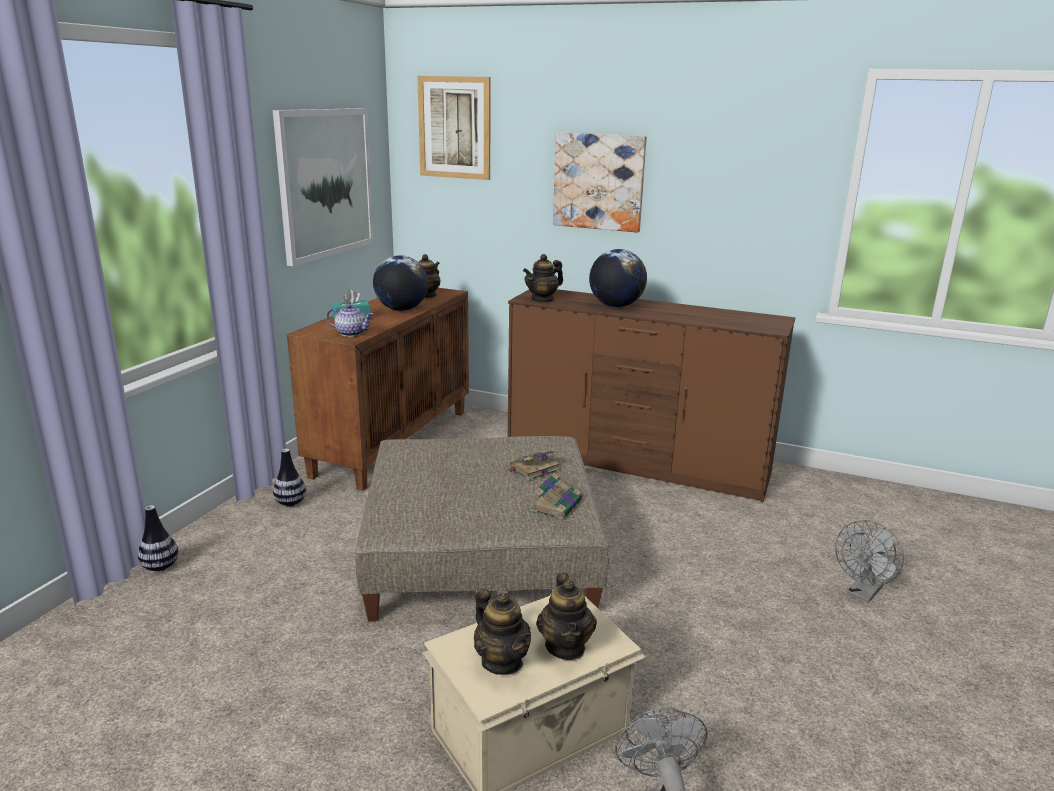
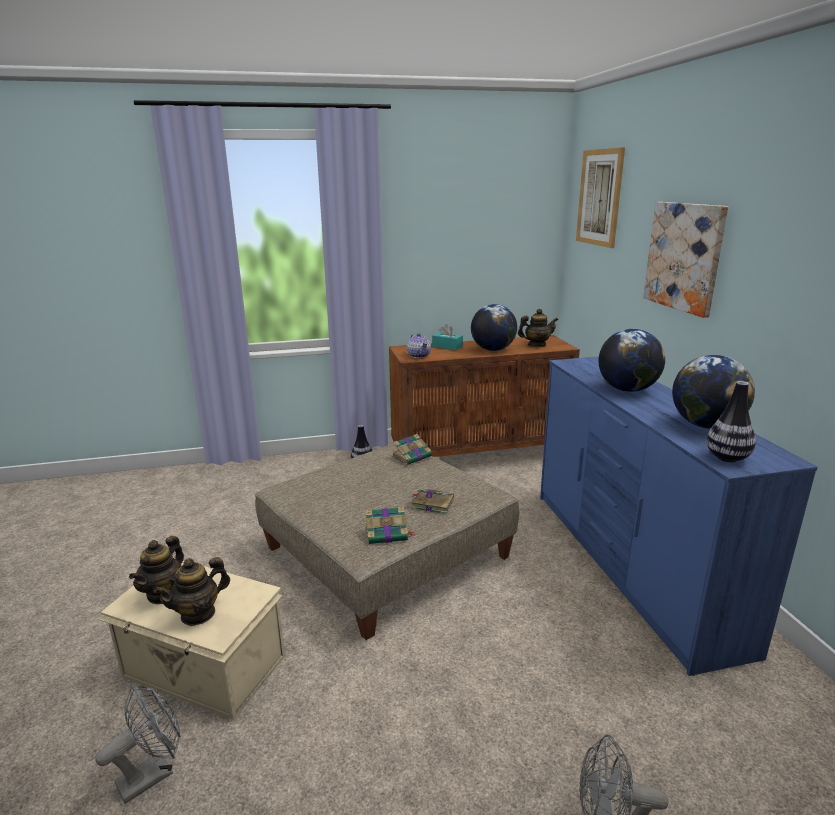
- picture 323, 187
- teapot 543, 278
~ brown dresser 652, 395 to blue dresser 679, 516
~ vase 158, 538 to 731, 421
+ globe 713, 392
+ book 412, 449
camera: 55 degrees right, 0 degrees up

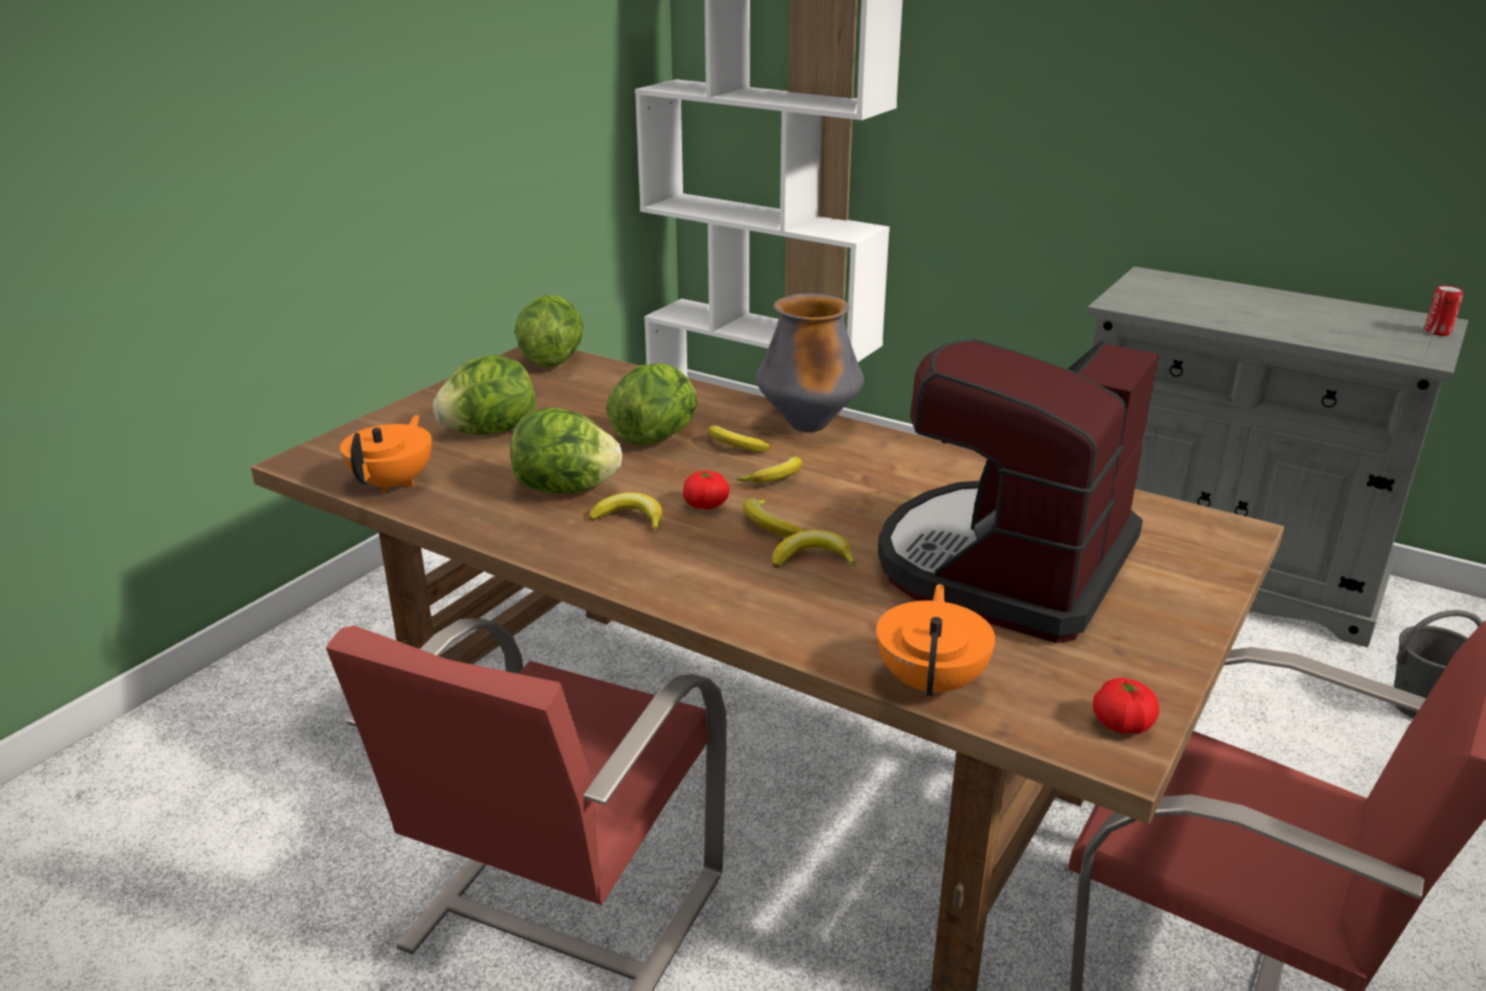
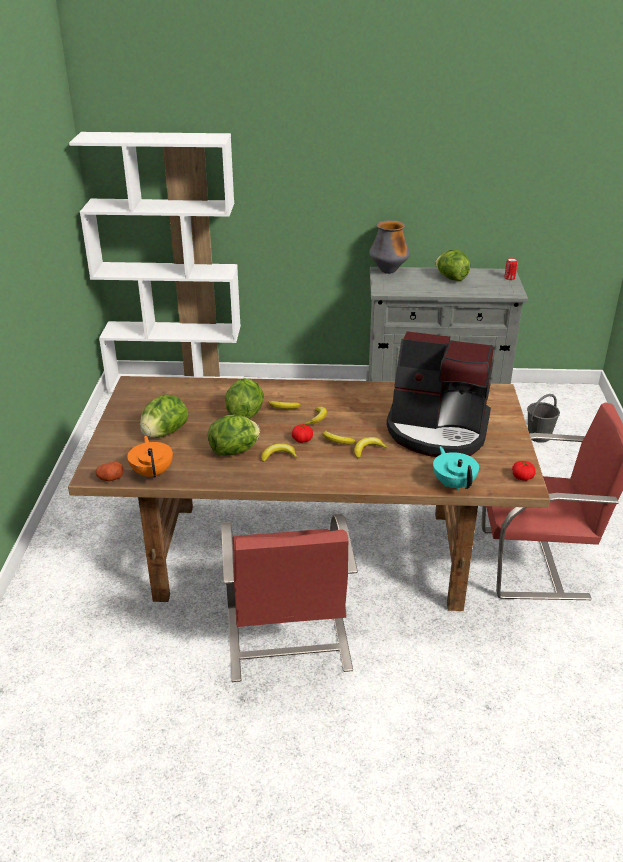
~ vase 810, 362 to 389, 247
~ lettuce 549, 331 to 453, 265
~ coffee machine 1018, 491 = 440, 394 75 degrees counterclockwise
~ orange teapot 935, 642 to turquoise teapot 456, 468
+ potato 109, 471
camera: 30 degrees left, 5 degrees up

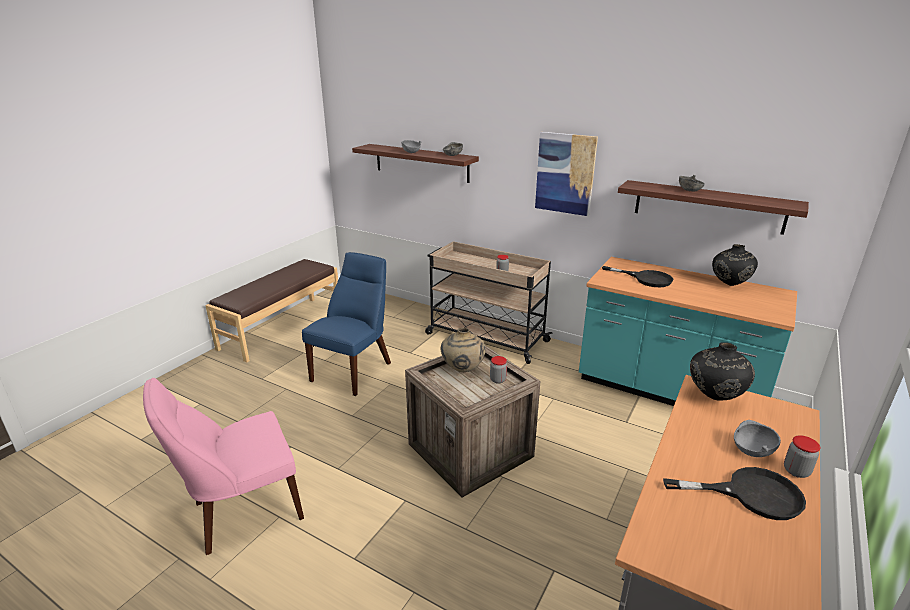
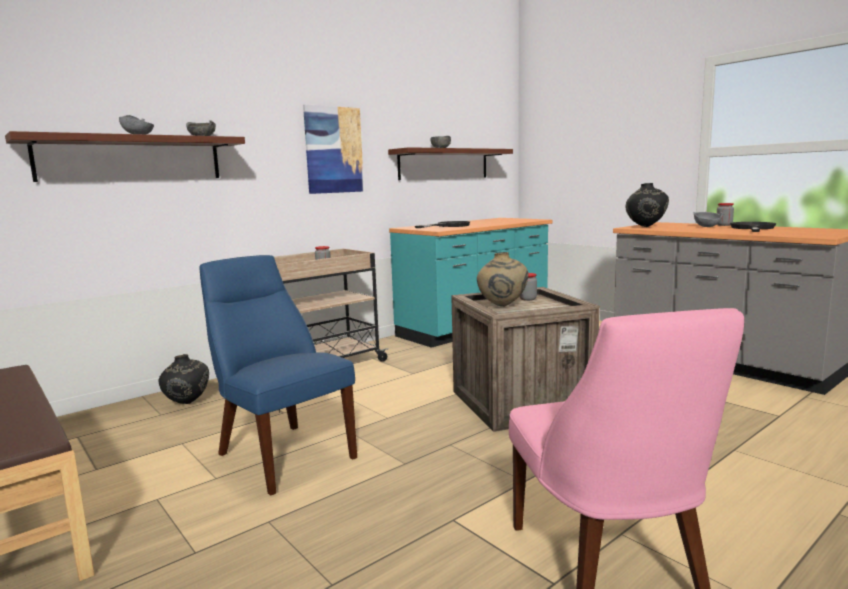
~ black vase 735, 265 to 183, 379
camera: 70 degrees left, 15 degrees down

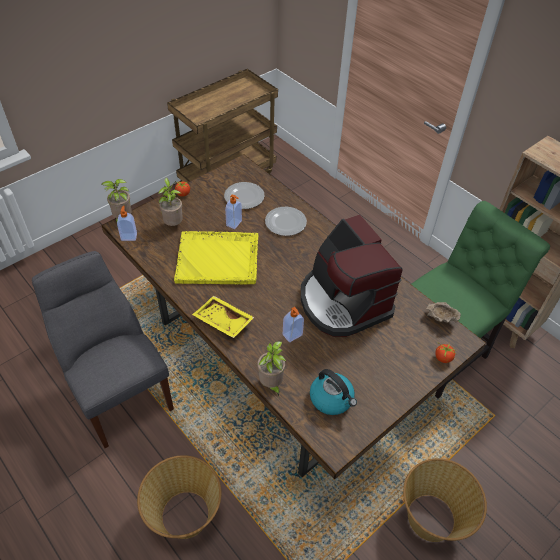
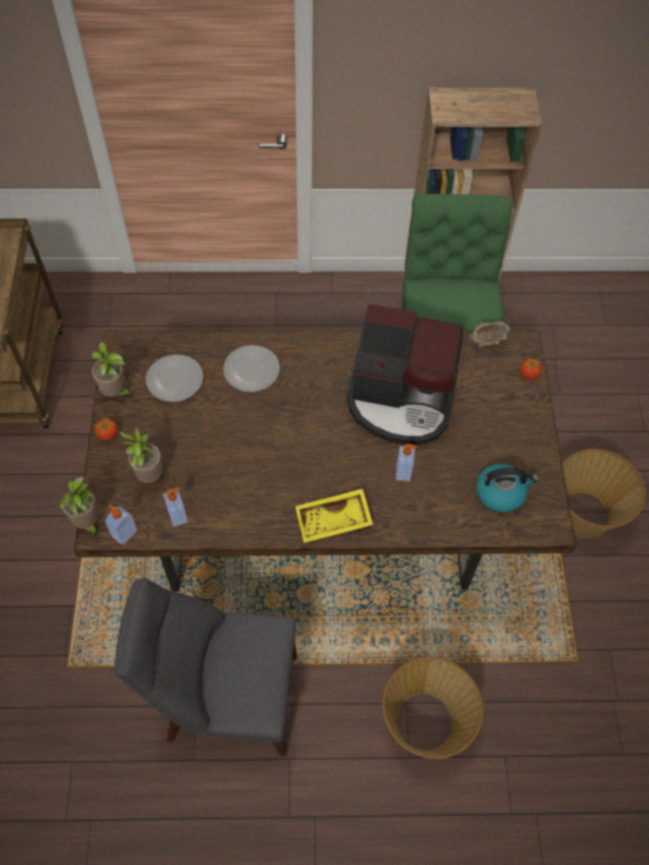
~ soap dispenser 233, 212 to 175, 507
- yellow tray 216, 258
~ potted plant 272, 369 to 112, 369
camera: 50 degrees left, 10 degrees up

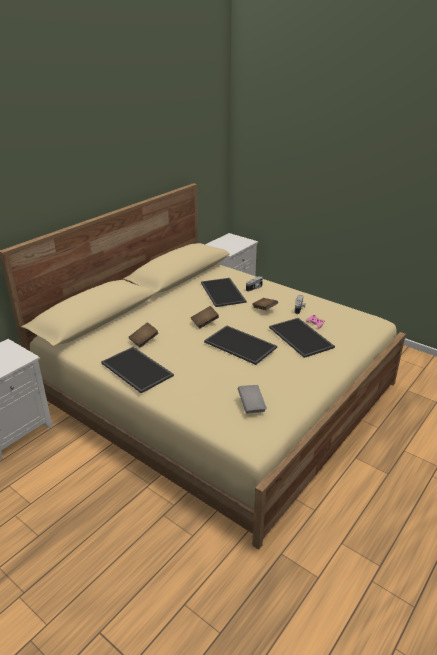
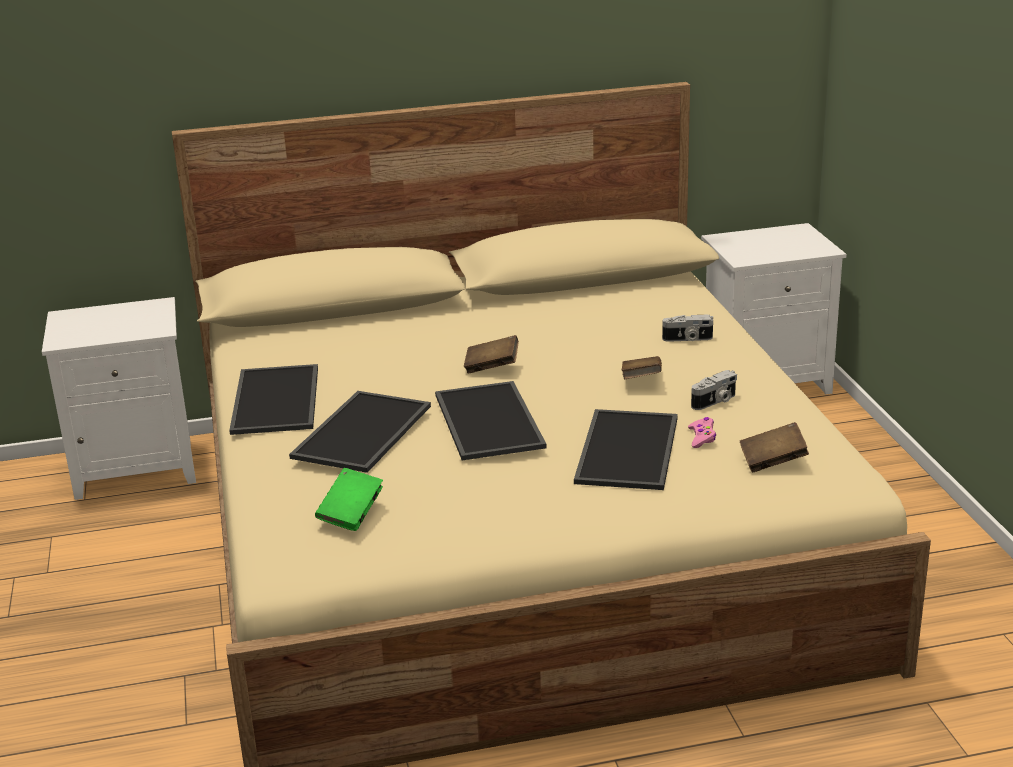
~ tray 223, 292 to 360, 432
~ brown book 143, 335 to 774, 447
~ grey book 252, 399 to green book 349, 499
camera: 40 degrees right, 5 degrees down

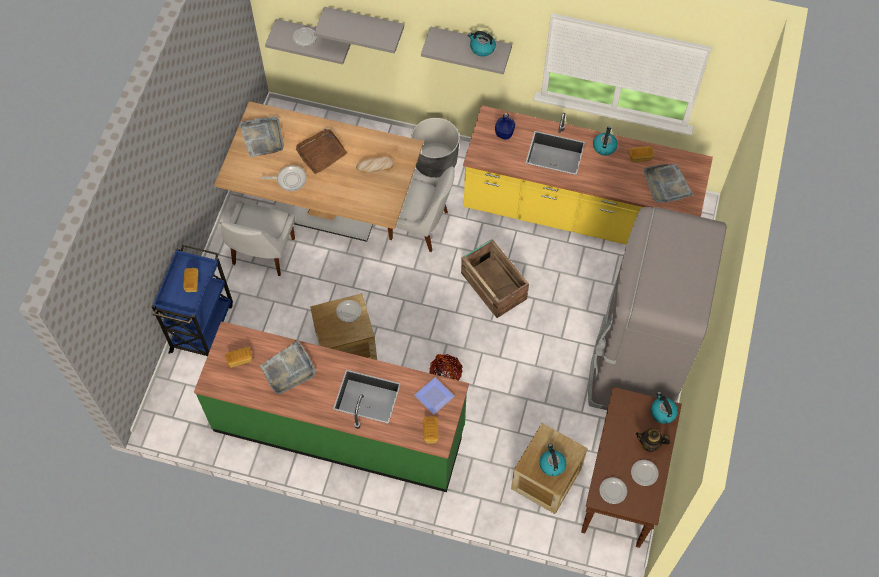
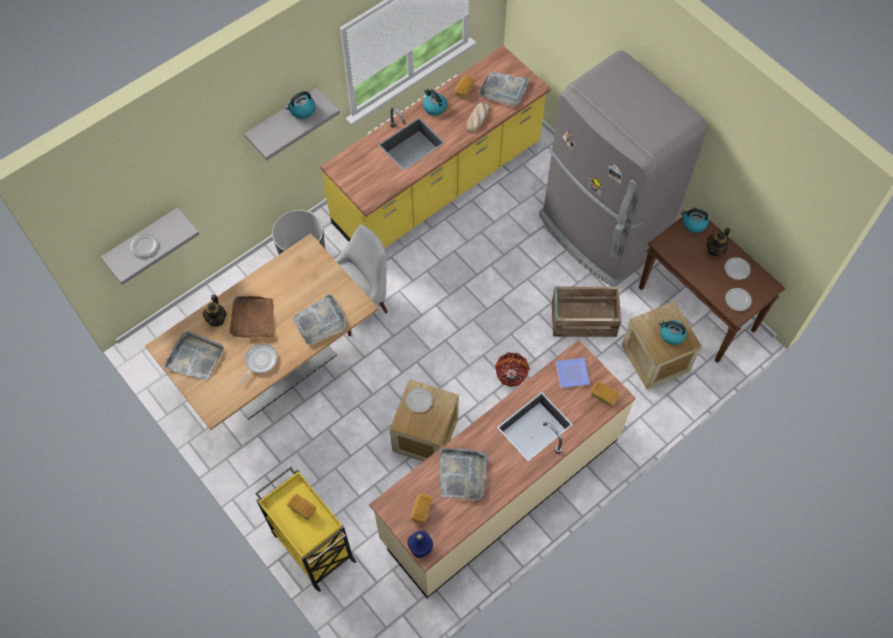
- grey shelf 359, 30
~ blue bottle 505, 126 to 420, 544
~ bread 375, 165 to 477, 117
- white chair 258, 238
~ crate 495, 278 to 586, 312
~ blue cart 192, 300 to yellow cart 306, 529
~ green counter 331, 406 to beige counter 502, 469
+ grey tray 320, 318
+ teapot 214, 310
camera: 55 degrees left, 0 degrees up

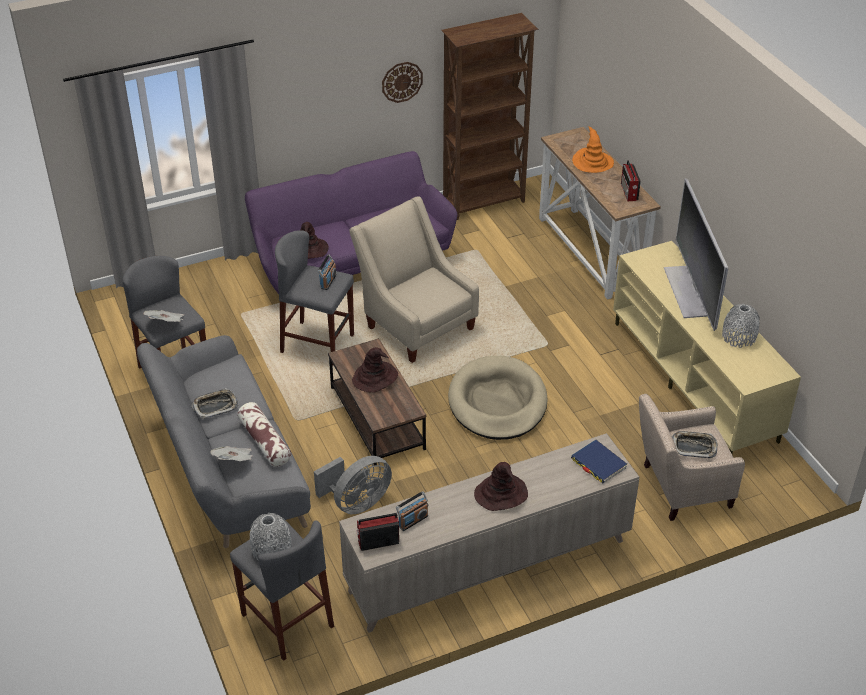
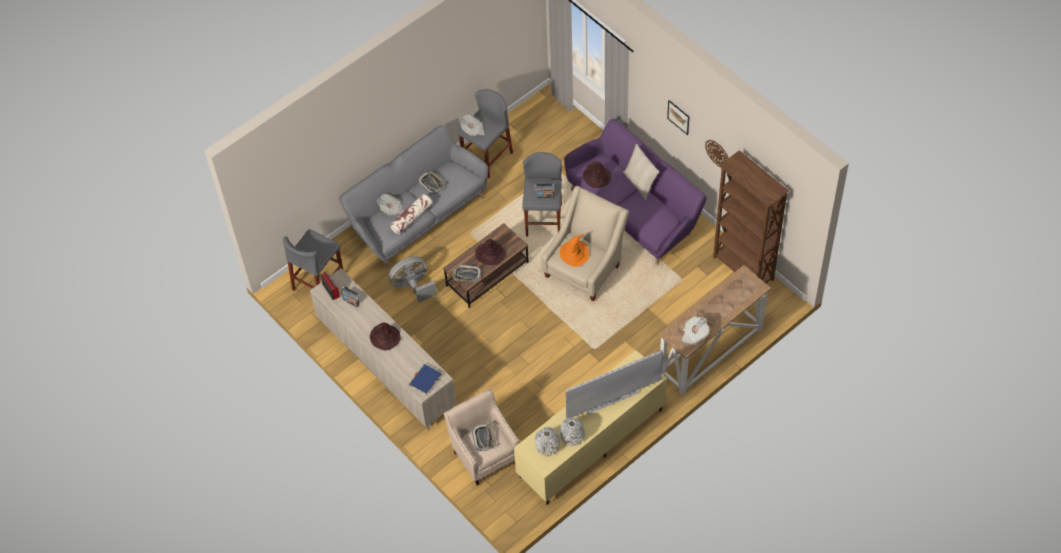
~ orange hat 593, 149 to 574, 250
~ radio 631, 180 to newspaper 695, 331
- beige dog bed 498, 398
~ grey fan 353, 485 = 413, 279 120 degrees clockwise
~ grey vase 270, 537 to 547, 441
+ picture 678, 117
+ beige pillow 641, 172
+ tray 467, 273
camera: 75 degrees right, 15 degrees up

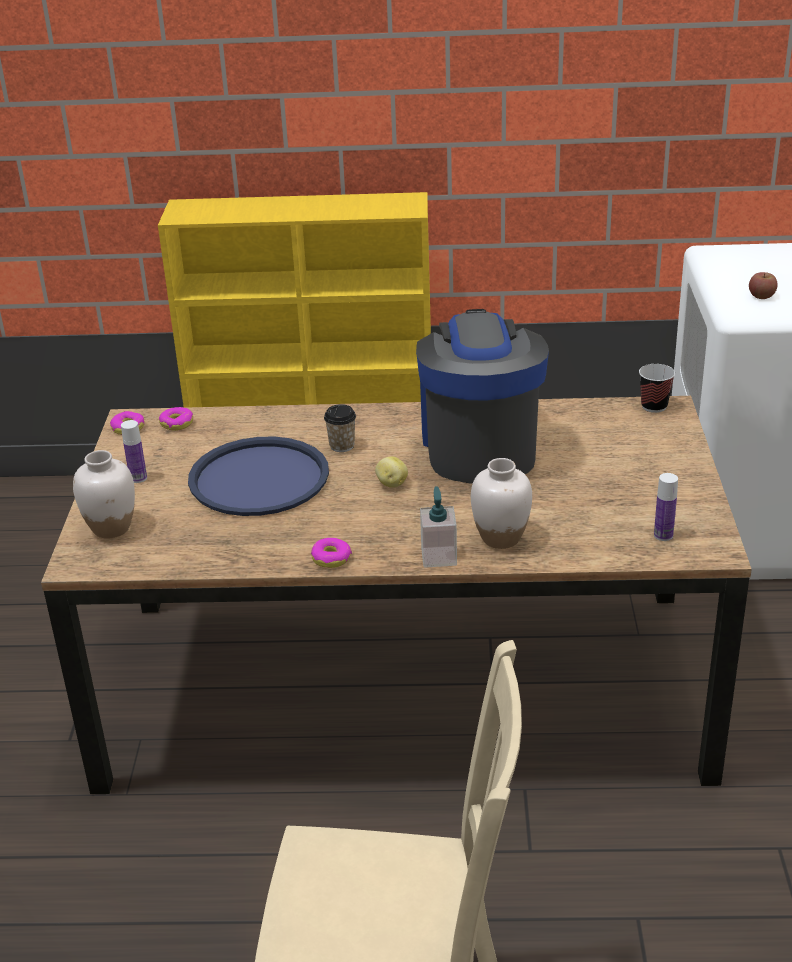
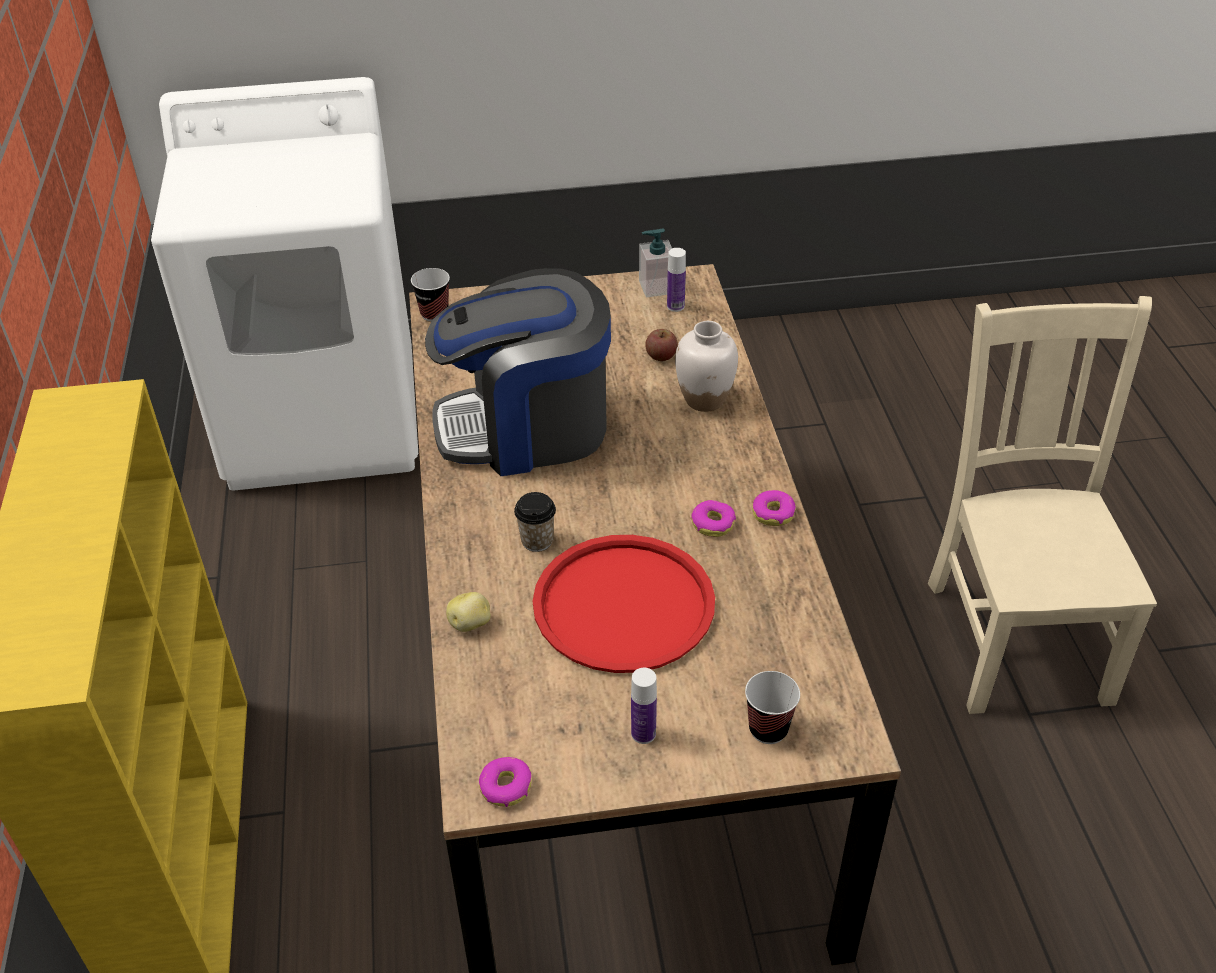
~ apple 763, 285 to 661, 345
~ donut 176, 419 to 713, 518
~ blue tray 258, 476 to red tray 624, 604
~ white vase 104, 494 to cup 772, 707
~ potato 391, 472 to 468, 612
~ soap dispenser 438, 527 to 655, 262
camera: 100 degrees left, 10 degrees up

